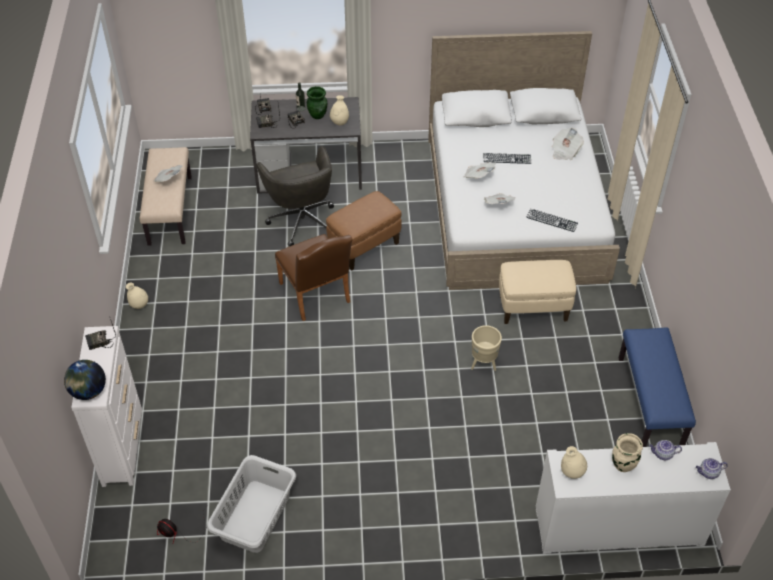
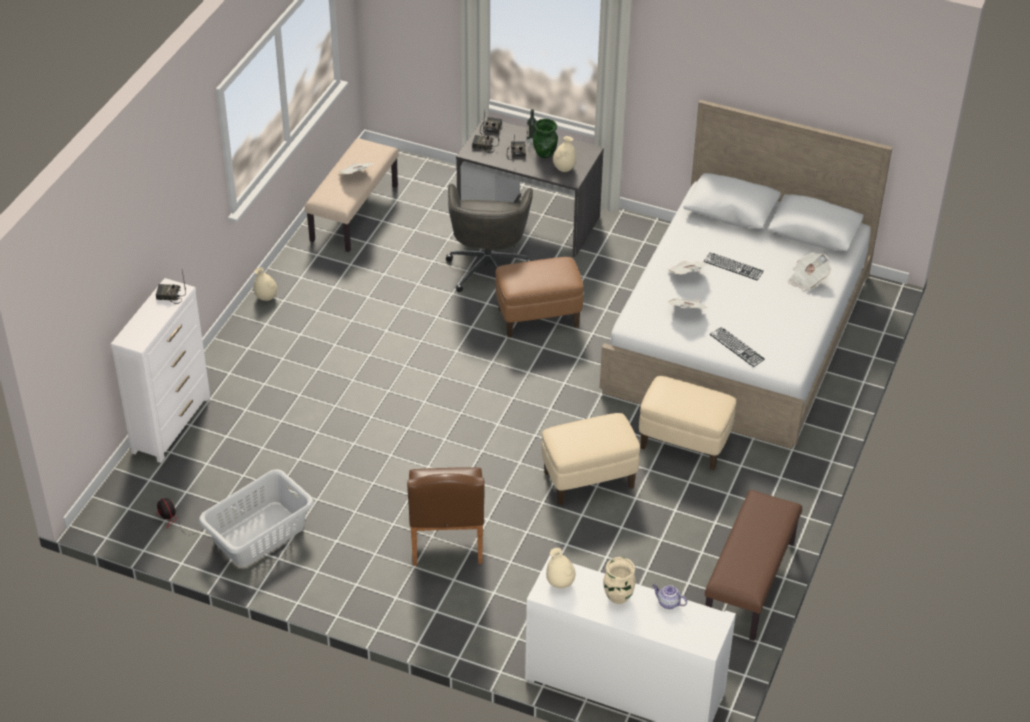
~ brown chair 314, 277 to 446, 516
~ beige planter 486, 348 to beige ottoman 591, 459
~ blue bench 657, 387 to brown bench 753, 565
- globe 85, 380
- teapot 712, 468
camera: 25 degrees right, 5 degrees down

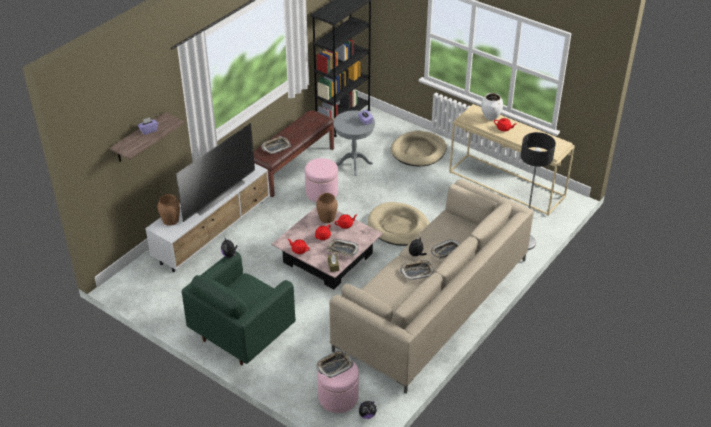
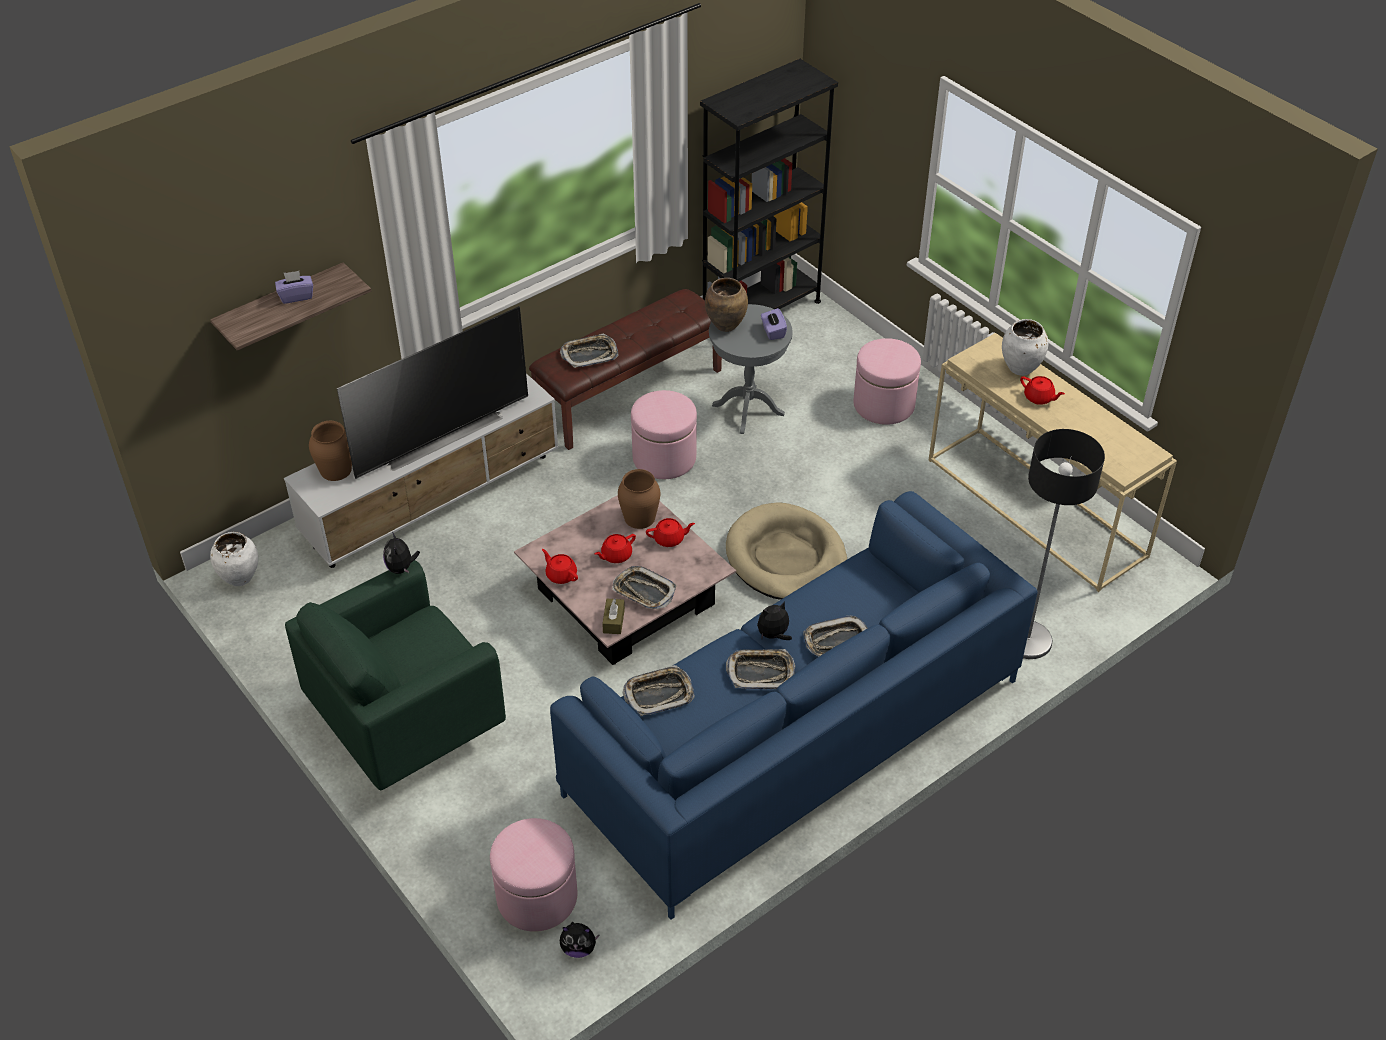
~ beige dog bed 419, 148 to pink ottoman 887, 381
~ beige sofa 431, 286 to blue sofa 794, 705
~ tray 335, 364 to 659, 690
+ brown vase 726, 305
+ white vase 234, 559
camera: 15 degrees right, 5 degrees up

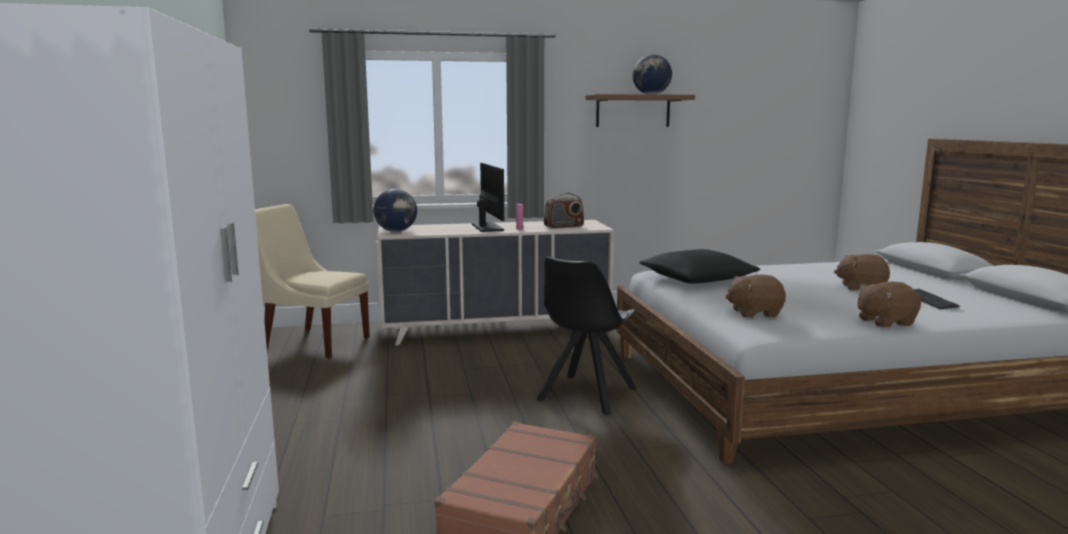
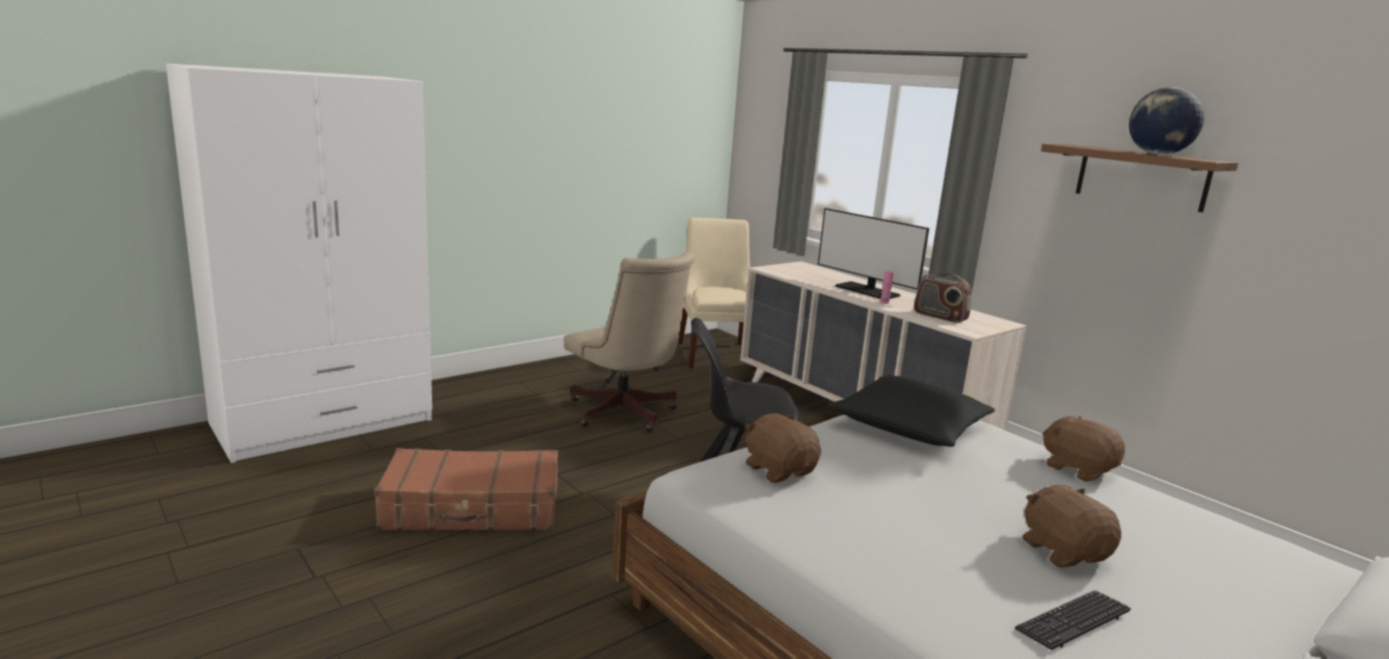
~ monitor 488, 197 = 873, 253 90 degrees clockwise
- globe 395, 210
~ brown plush toy 889, 304 to 1083, 449
+ beige office chair 629, 342
camera: 60 degrees right, 5 degrees up

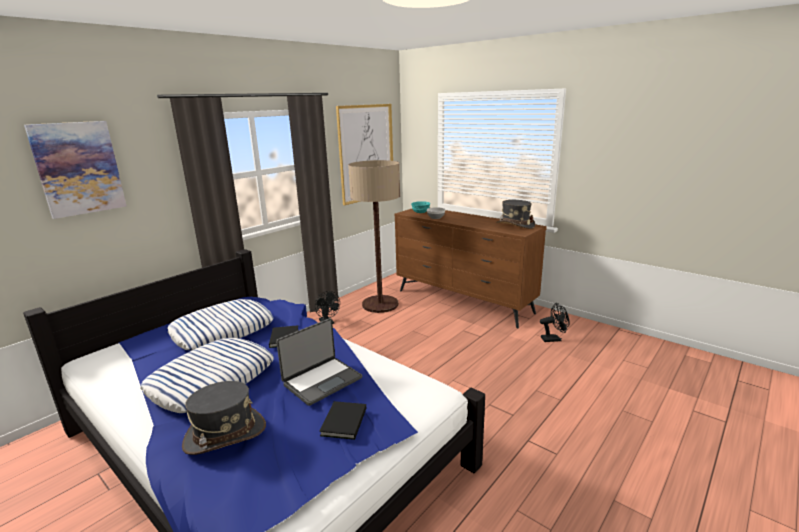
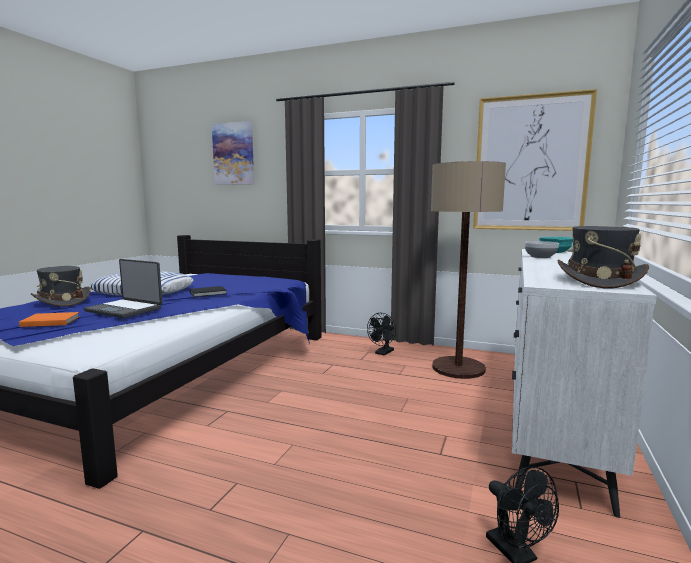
~ brown dresser 471, 268 to white dresser 584, 383
- pillow 220, 325
~ black book 342, 420 to orange book 49, 319
camera: 70 degrees right, 10 degrees down

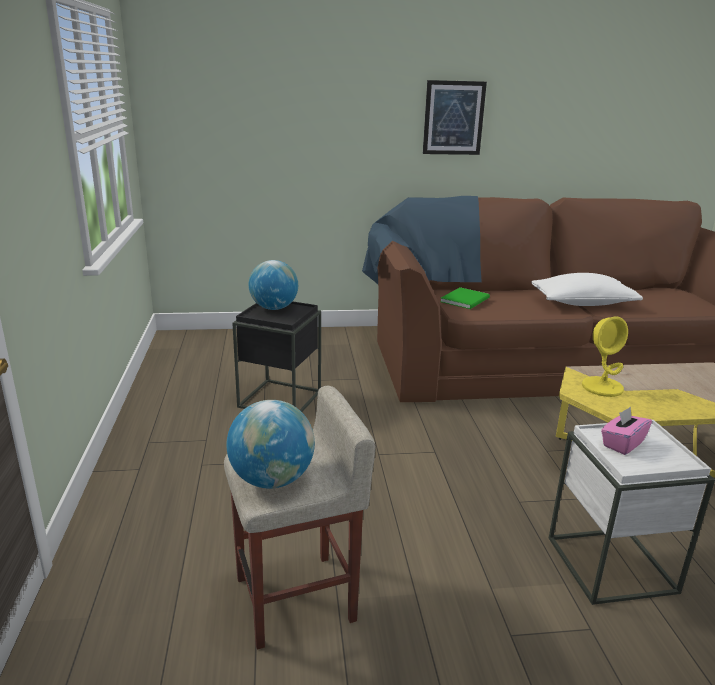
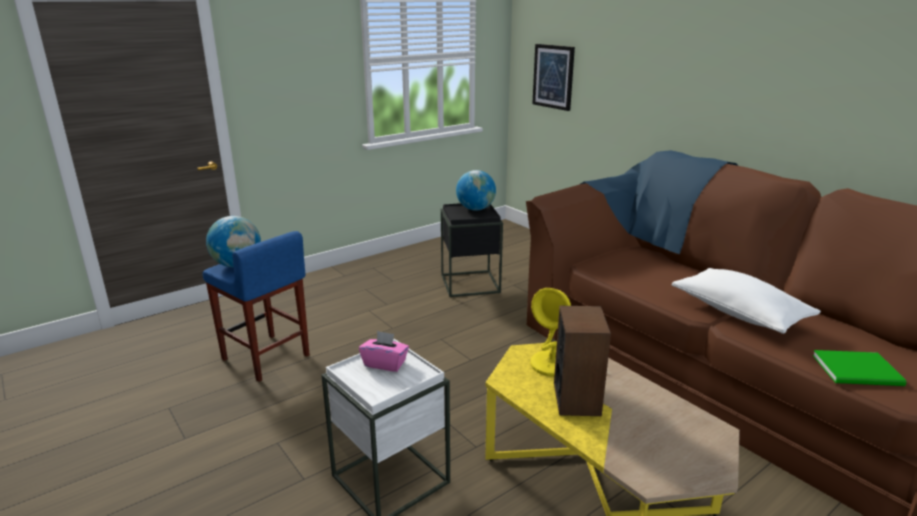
~ picture 455, 117 to 553, 77
~ green book 465, 298 to 859, 368
~ beige stool 299, 518 to blue stool 256, 306
+ speaker 582, 361
camera: 60 degrees right, 0 degrees up

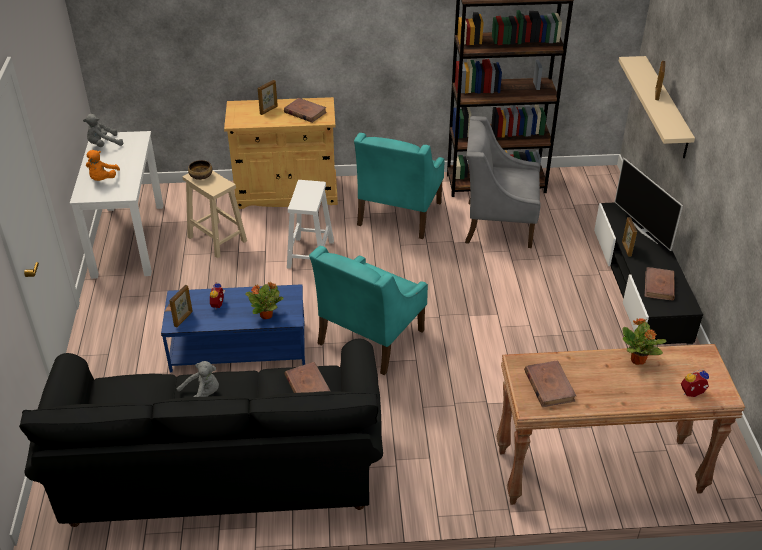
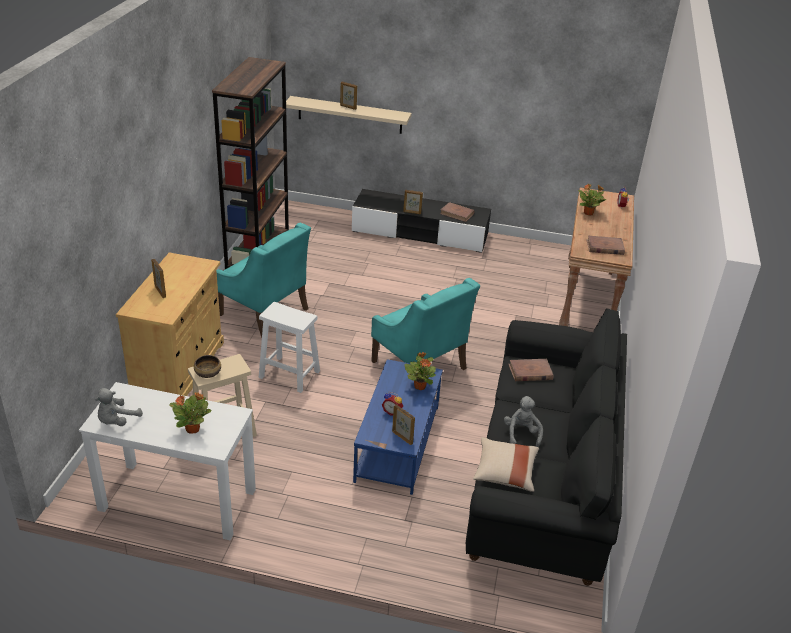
- brown book 305, 110
~ grey plush toy 103, 130 = 119, 407 45 degrees clockwise
- grey armchair 503, 182
~ orange plush toy 103, 165 to potted plant 190, 412
- television 649, 204
+ beige pillow 506, 464
camera: 75 degrees left, 5 degrees down

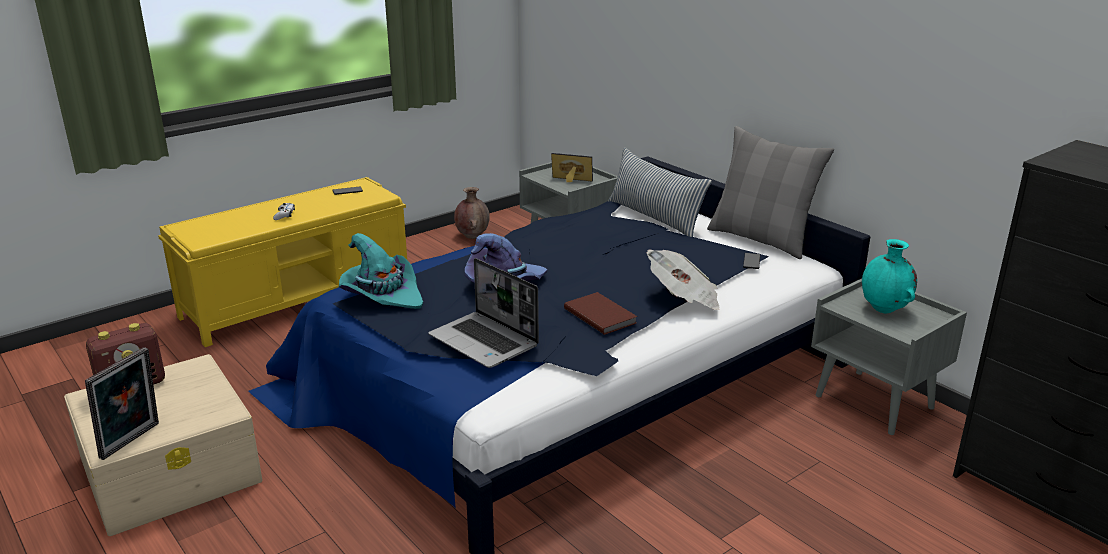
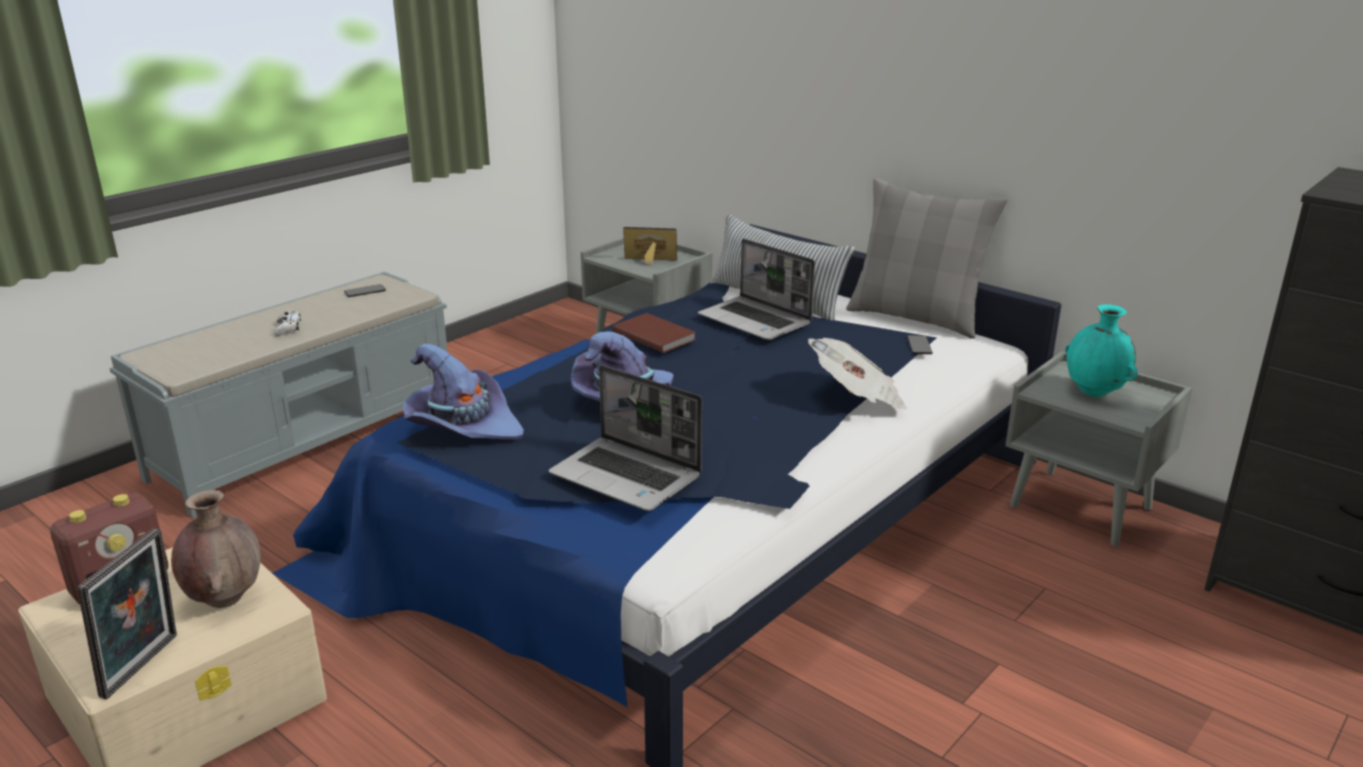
~ yellow bench 282, 262 to grey bench 278, 395
~ brown vase 472, 213 to 216, 549
~ turquoise hat 381, 271 to purple hat 463, 392
~ brown book 600, 313 to 654, 333
+ laptop 756, 289
camera: 10 degrees left, 0 degrees up

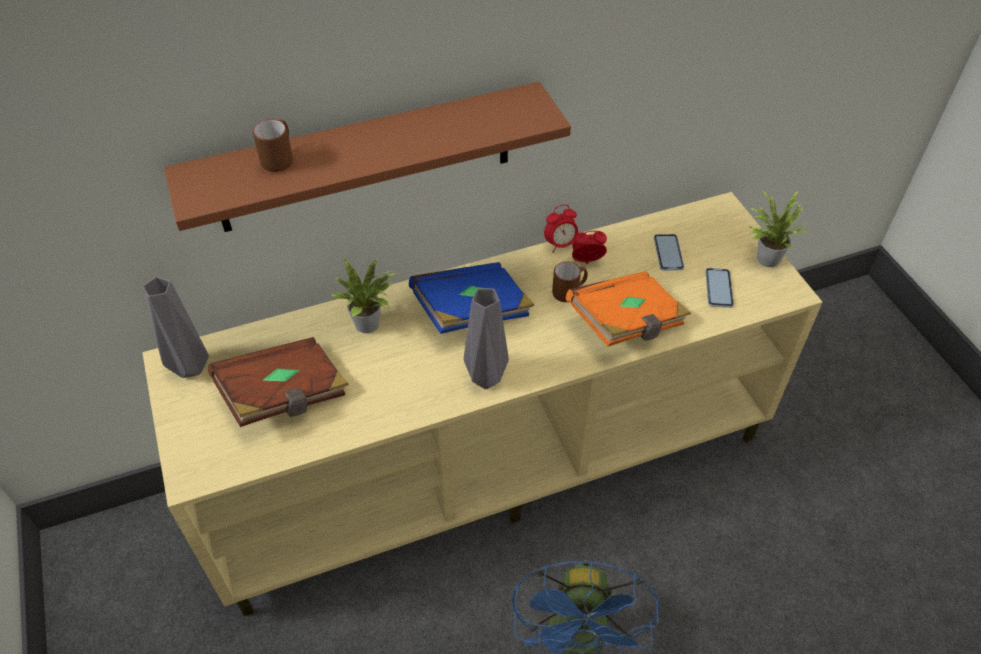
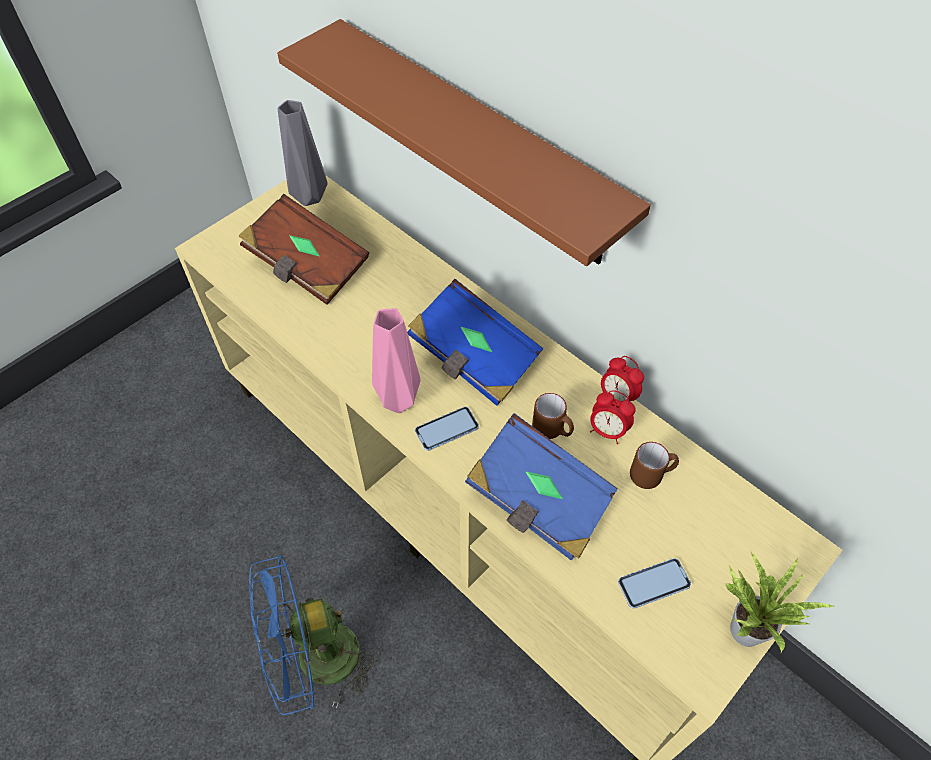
~ brown mug 273, 146 to 654, 465
~ alarm clock 589, 247 = 613, 417 150 degrees clockwise
~ phone 669, 252 to 447, 429
- potted plant 364, 295
~ orange book 628, 309 to blue book 541, 486
~ grey vase 486, 338 to pink vase 396, 360
camera: 65 degrees right, 5 degrees up

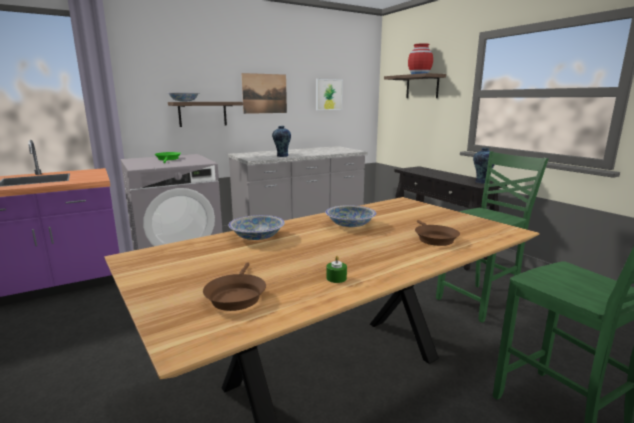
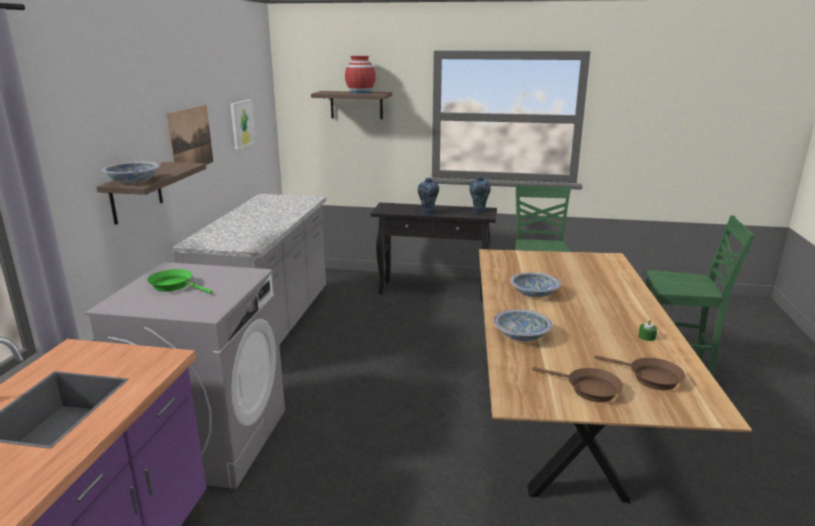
~ vase 281, 141 to 428, 196
~ brown frying pan 437, 233 to 577, 384
camera: 50 degrees left, 5 degrees up

